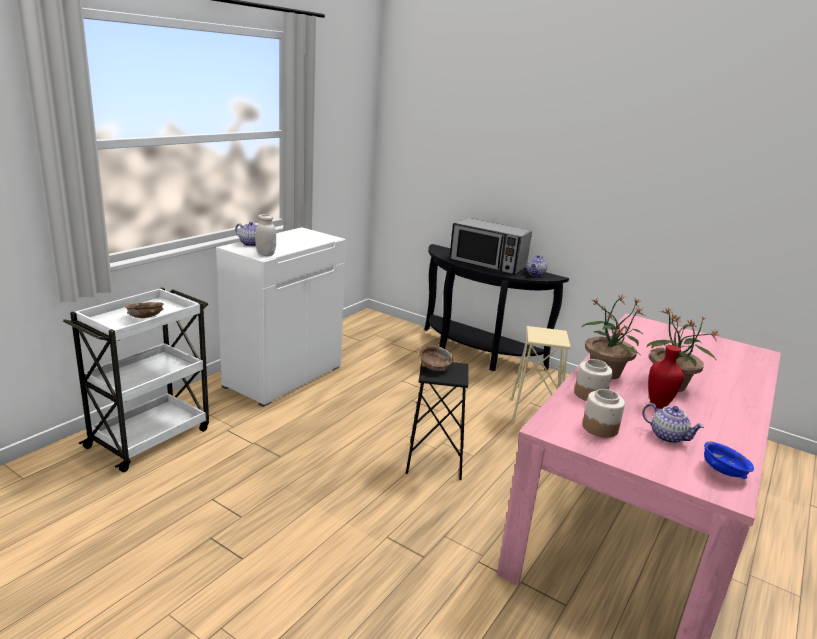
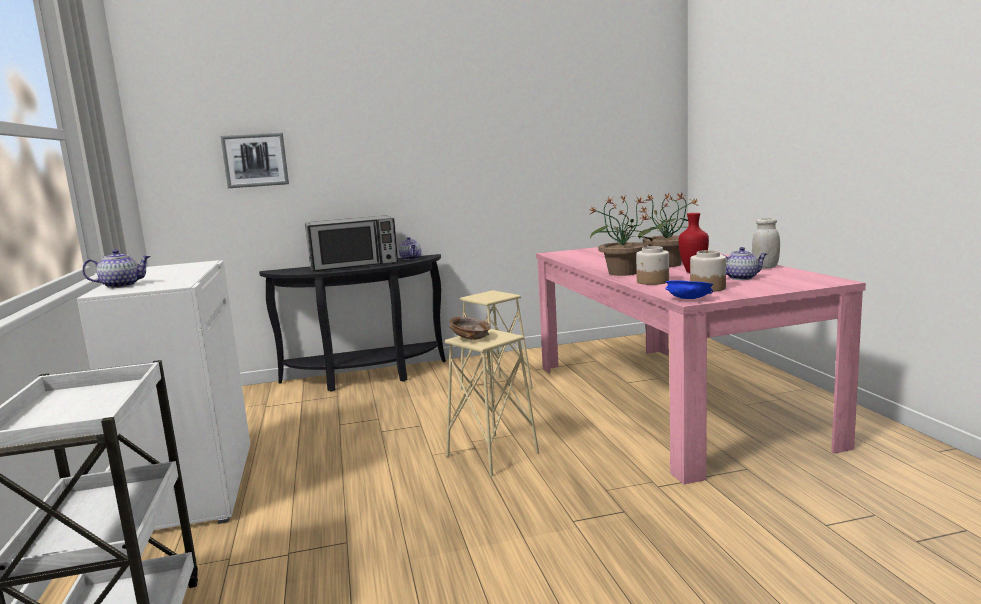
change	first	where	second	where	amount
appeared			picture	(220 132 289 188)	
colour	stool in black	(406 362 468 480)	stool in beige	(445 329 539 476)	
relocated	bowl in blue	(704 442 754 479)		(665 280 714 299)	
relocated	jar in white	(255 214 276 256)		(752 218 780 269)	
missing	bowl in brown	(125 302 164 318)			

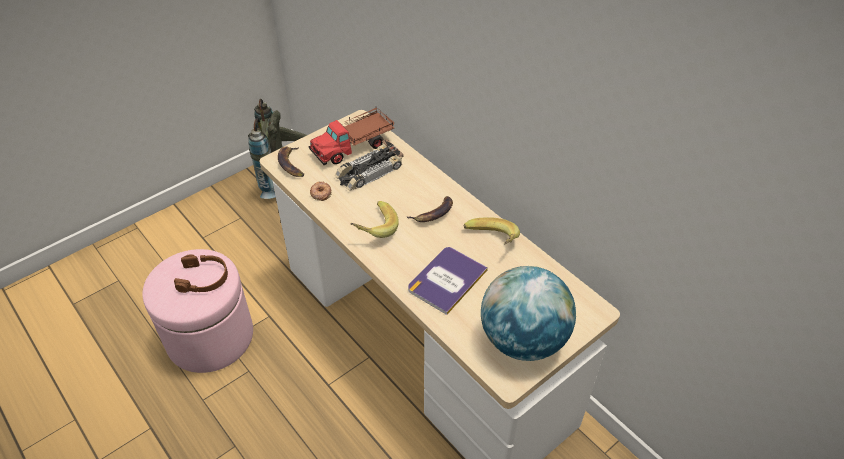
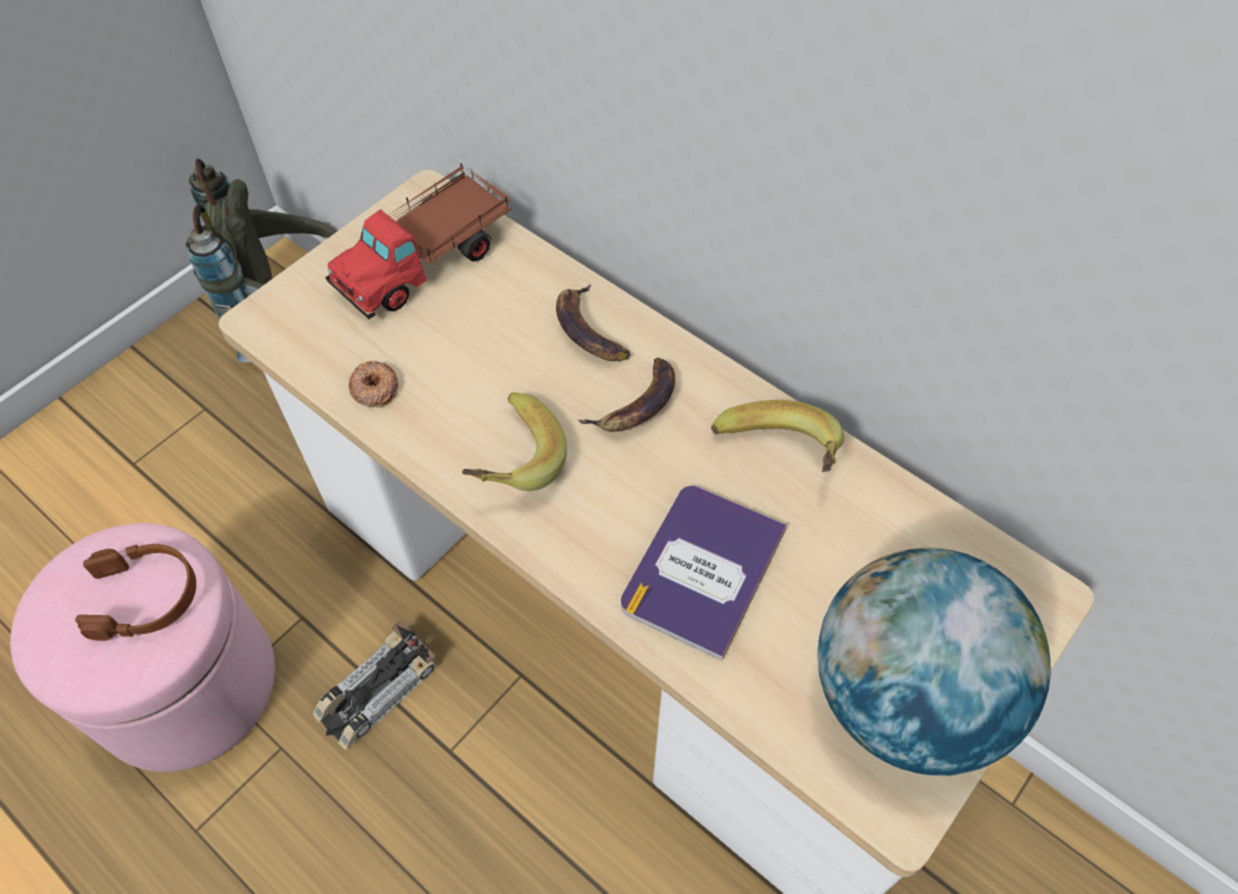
change	first	where	second	where	amount
relocated	toy car	(334 139 403 191)		(313 621 436 750)	
relocated	banana	(278 146 304 177)		(556 285 631 361)	

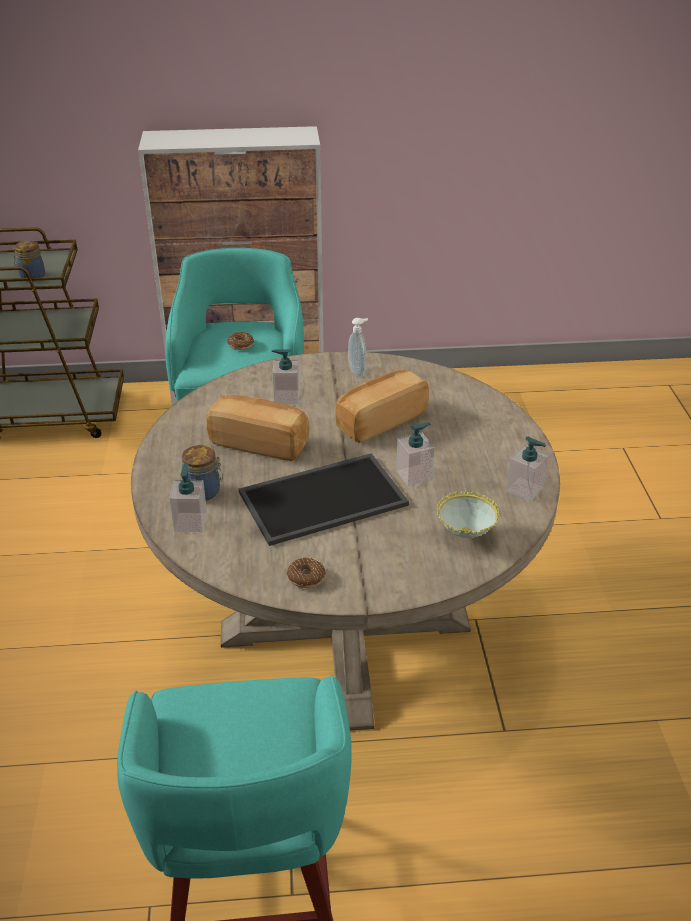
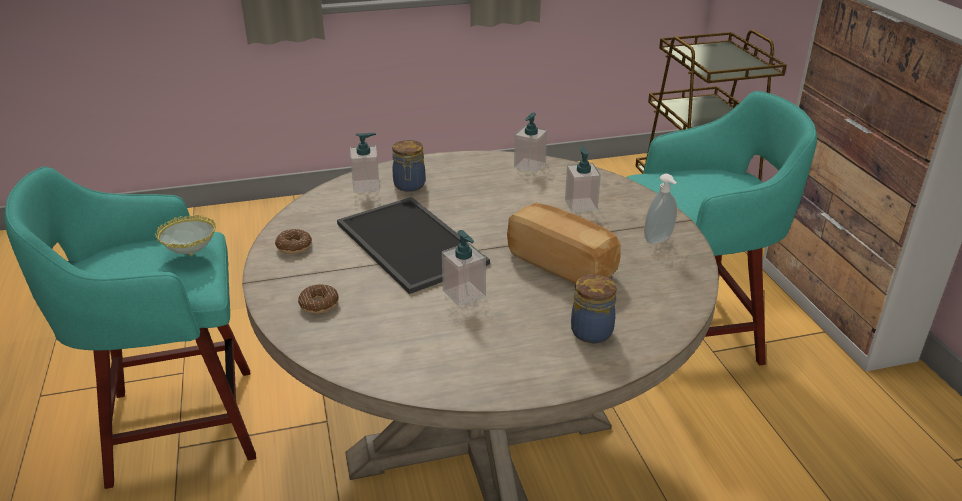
change	first	where	second	where	amount
relocated	bowl	(437 491 500 538)		(155 215 216 256)	
relocated	donut	(228 332 254 350)		(298 284 339 314)	
relocated	soap dispenser	(506 437 549 501)		(514 113 547 172)	
relocated	jar	(12 241 45 278)		(571 275 617 343)	
missing	bread	(206 395 310 461)			

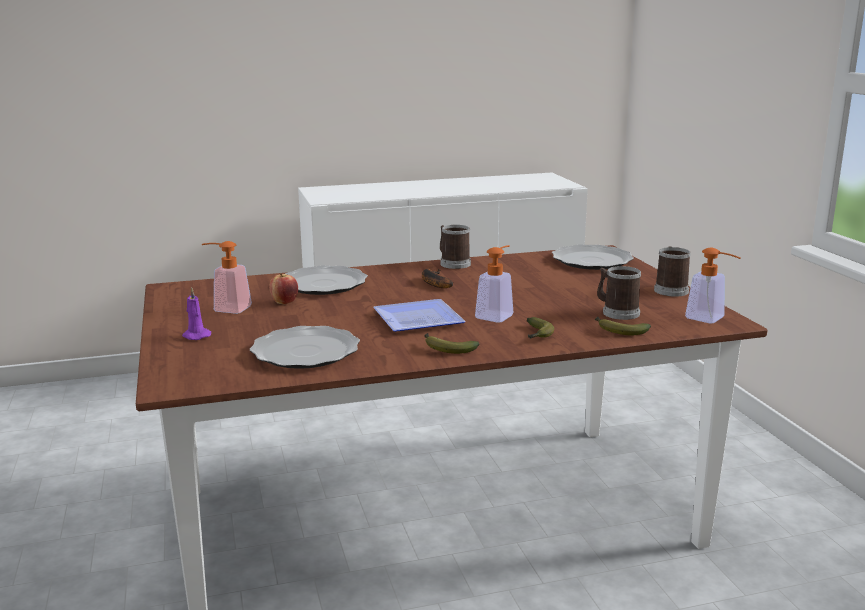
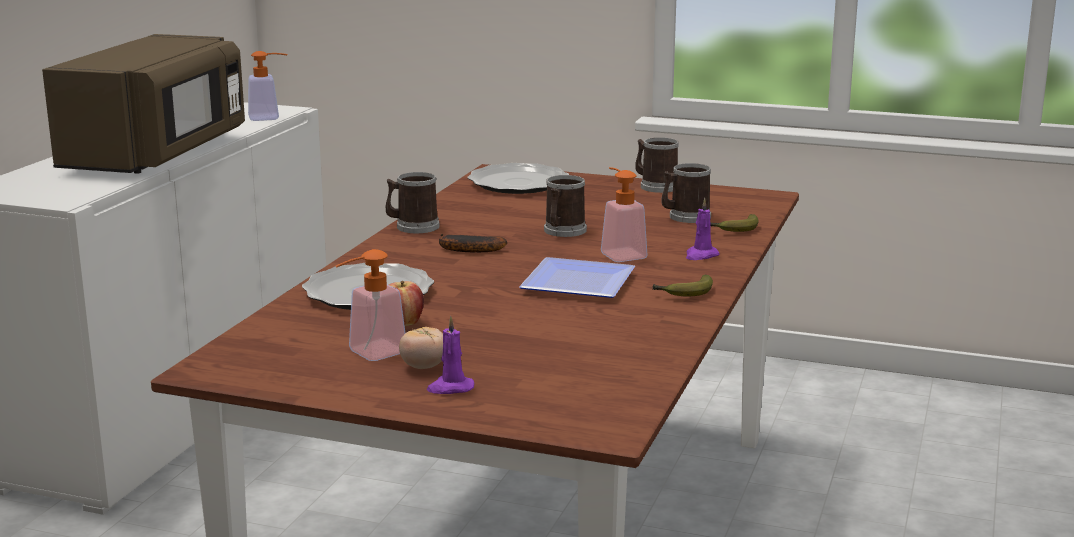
change	first	where	second	where	amount
appeared			microwave in brown	(42 34 245 174)	
relocated	soap dispenser	(685 248 741 324)		(248 51 288 121)	
appeared			tomato	(399 327 443 369)	
appeared			mug	(544 175 587 237)	
exchanged	banana	(527 317 554 339)	candle in purple	(686 198 719 260)	
missing	plate	(250 326 360 369)			

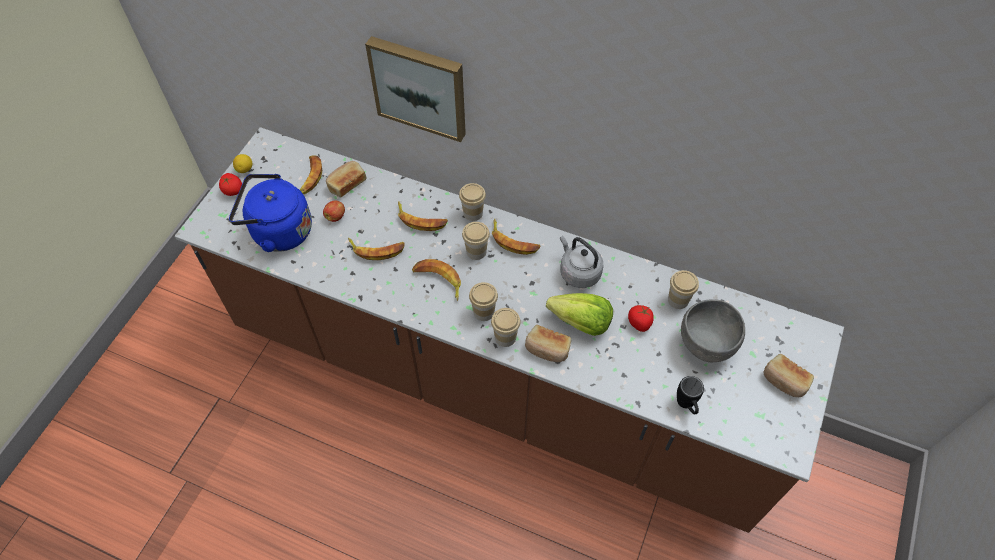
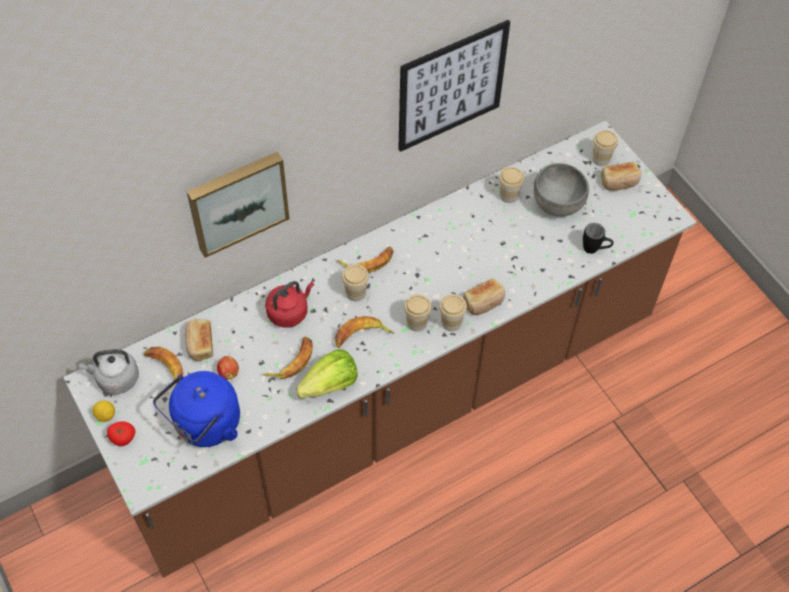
change	first	where	second	where	amount
relocated	kettle in grey	(560 236 603 288)		(79 349 139 394)	
exchanged	banana	(398 201 448 231)	kettle in red	(265 281 314 328)	
relocated	lettuce	(546 293 613 336)		(296 349 358 398)	
appeared			picture	(398 20 510 152)	
relocated	cup	(459 183 486 221)		(592 130 618 166)	
missing	tomato	(628 305 654 332)			

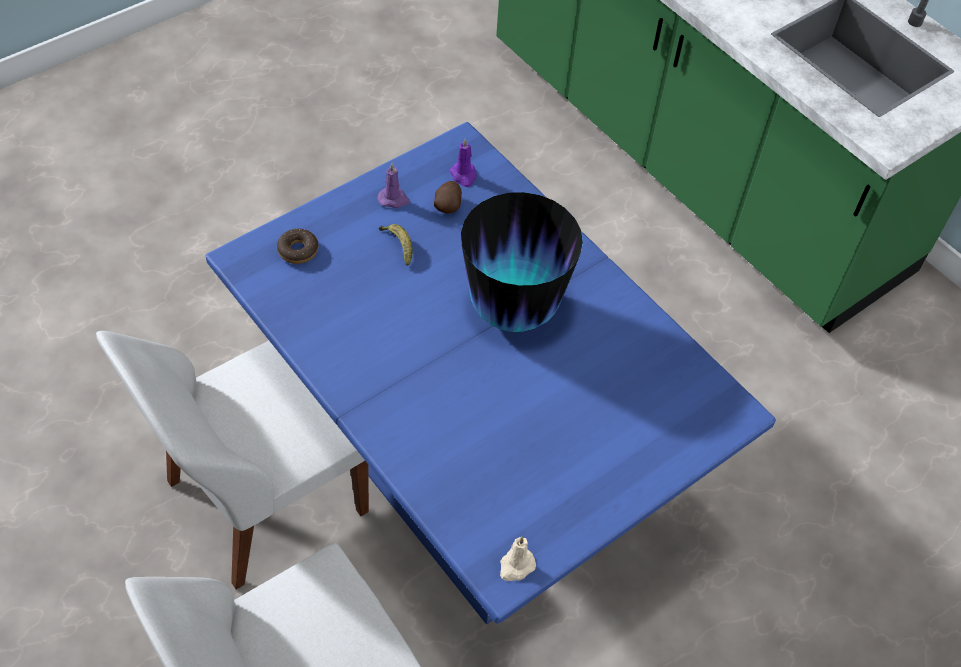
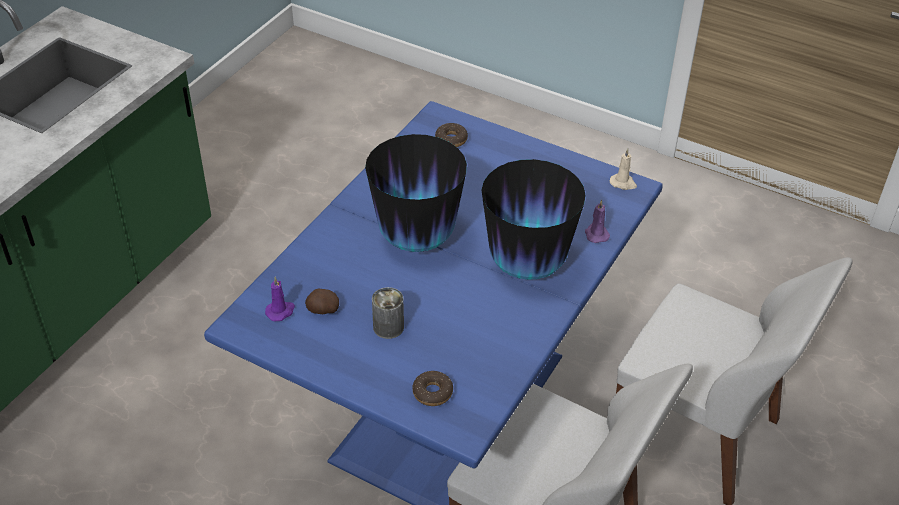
change	first	where	second	where	amount
exchanged	banana	(379 224 413 266)	can	(372 287 404 339)	
appeared			donut	(435 123 468 147)	
appeared			vase	(482 159 586 280)	
relocated	candle in purple	(378 163 410 208)		(585 200 610 243)	

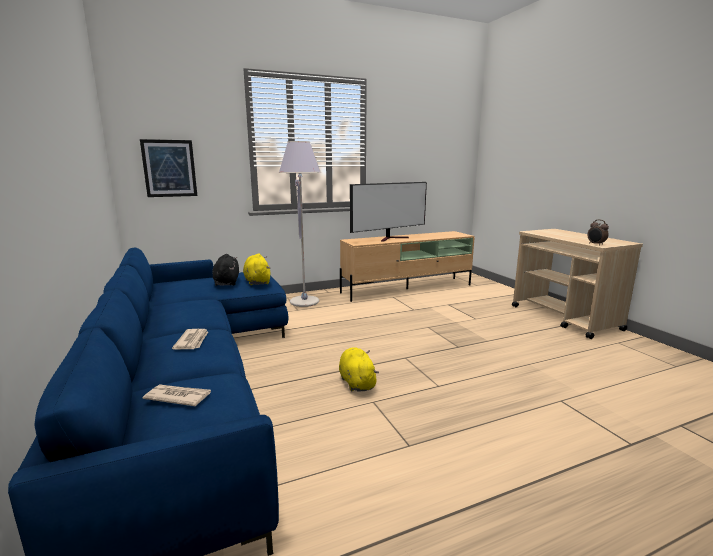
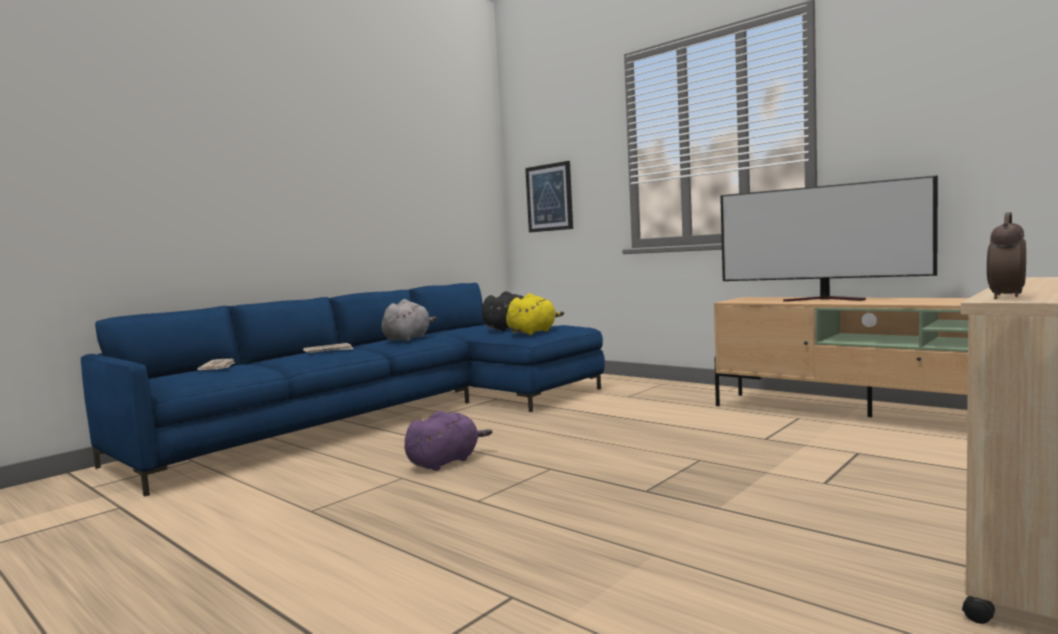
change	first	where	second	where	amount
appeared			plush toy in grey	(382 299 437 341)	
colour	plush toy in yellow	(339 347 379 392)	plush toy in purple	(404 411 492 471)	
missing	floor lamp in grey	(279 141 321 307)			

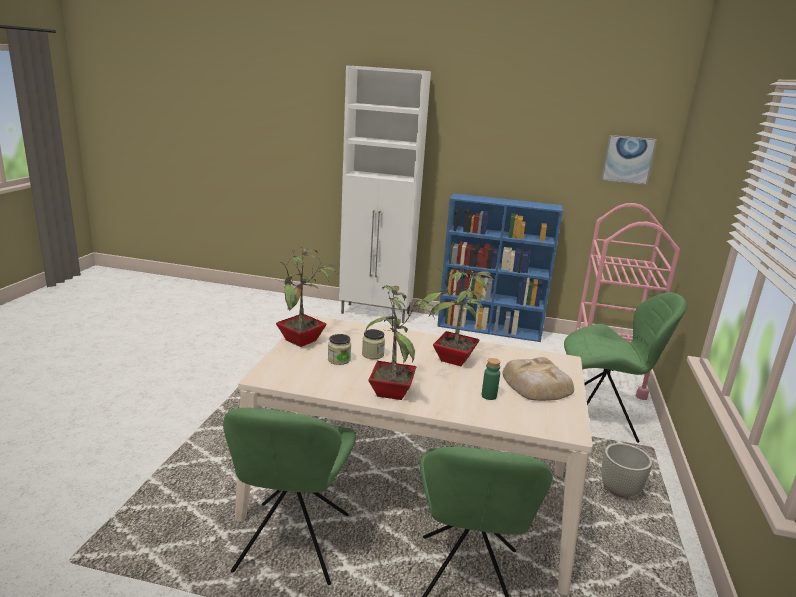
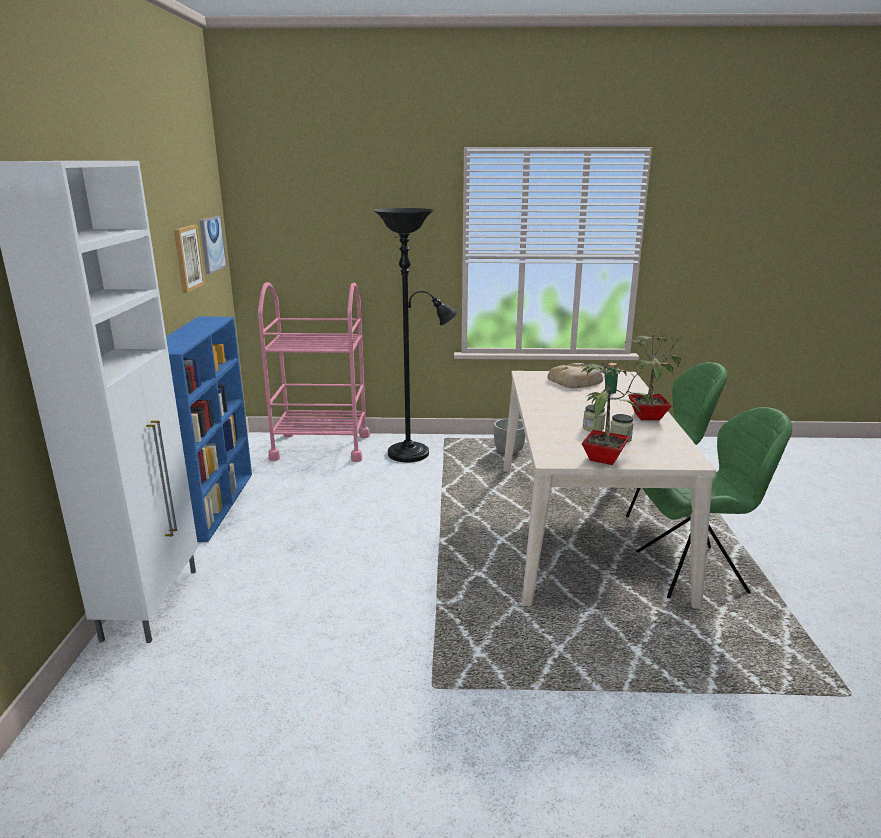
change	first	where	second	where	amount
appeared			picture	(174 225 205 293)	
exchanged	chair in green	(564 292 687 443)	floor lamp in black	(373 208 458 462)	
missing	potted plant	(418 265 494 366)			

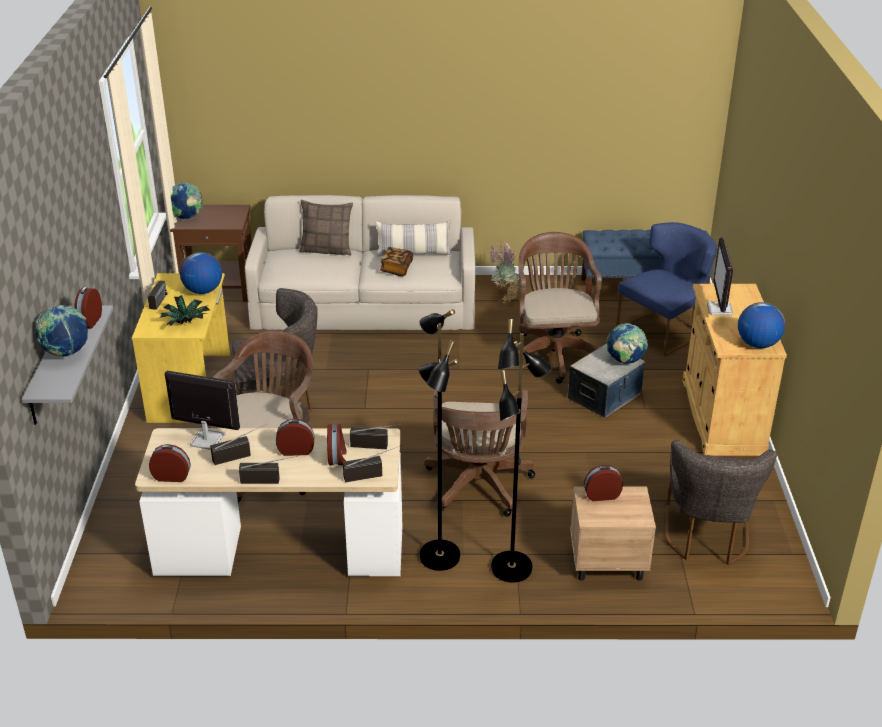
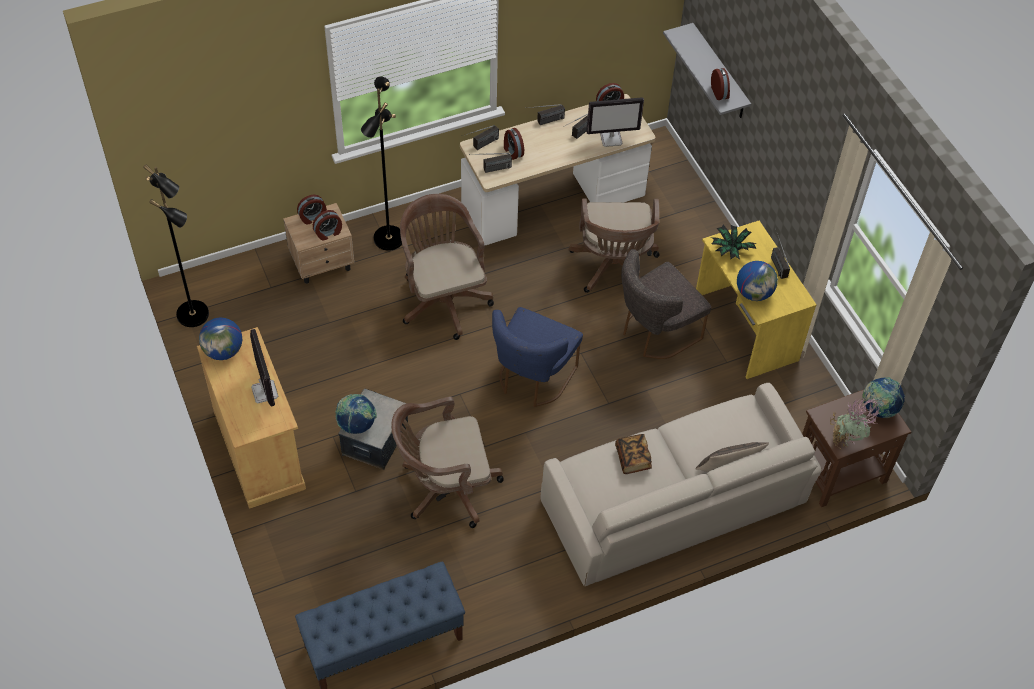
change	first	where	second	where	amount
relocated	floor lamp in black	(419 309 460 571)		(143 164 209 327)	
relocated	alarm clock	(276 419 314 456)		(297 195 327 225)	
spun	office chair in brown	(518 232 602 383)		(391 397 504 528)	105 degrees clockwise
relocated	chair in blue	(616 222 717 356)		(492 307 583 407)	
relocated	potted plant	(490 241 519 304)		(830 398 881 449)	
missing	globe	(35 305 88 357)			
missing	pillow	(376 221 451 257)			
missing	chair in grey	(665 440 777 565)			

